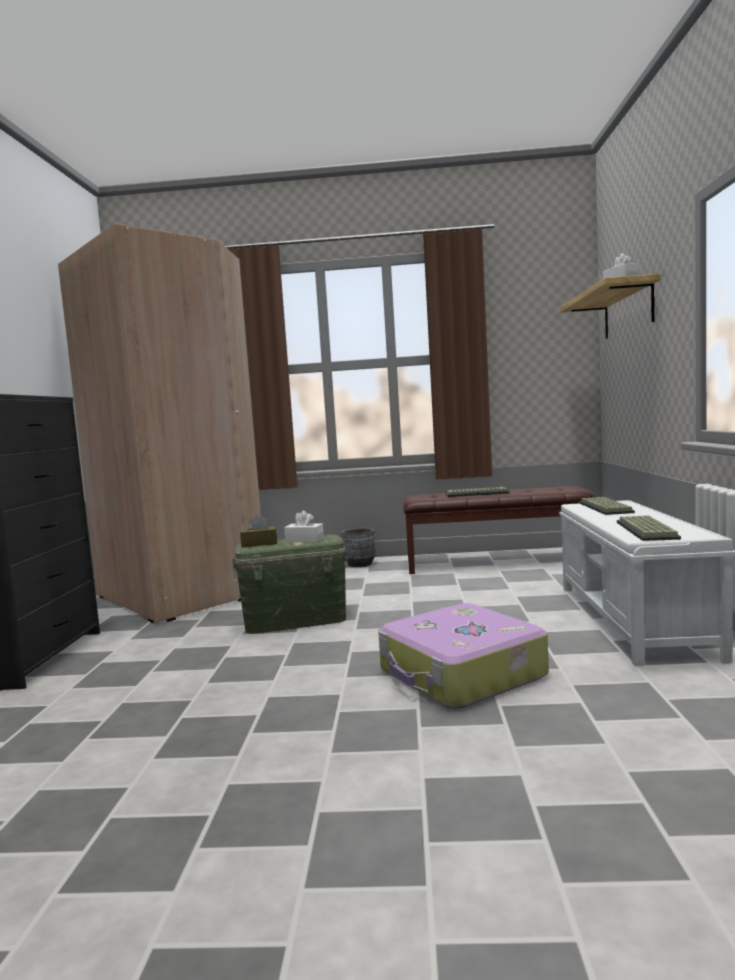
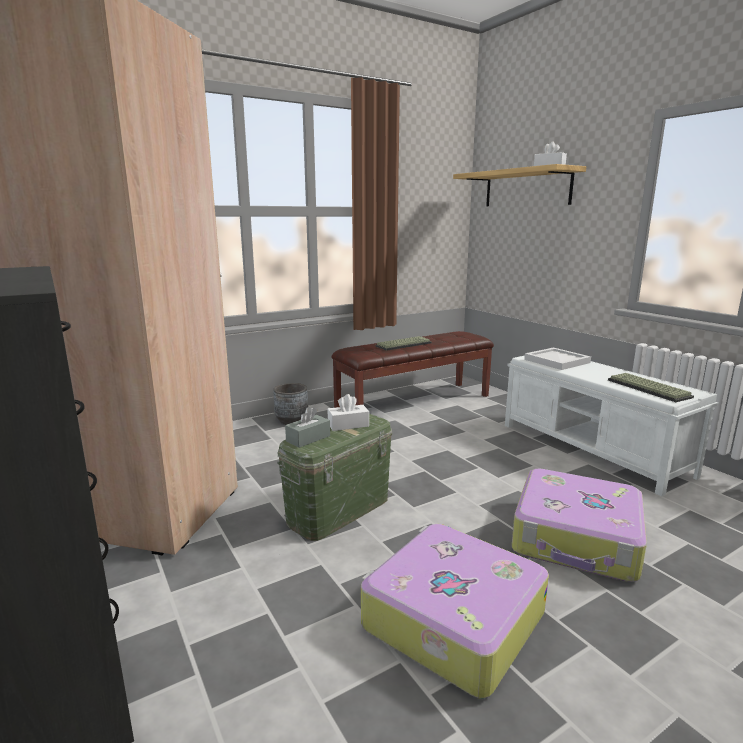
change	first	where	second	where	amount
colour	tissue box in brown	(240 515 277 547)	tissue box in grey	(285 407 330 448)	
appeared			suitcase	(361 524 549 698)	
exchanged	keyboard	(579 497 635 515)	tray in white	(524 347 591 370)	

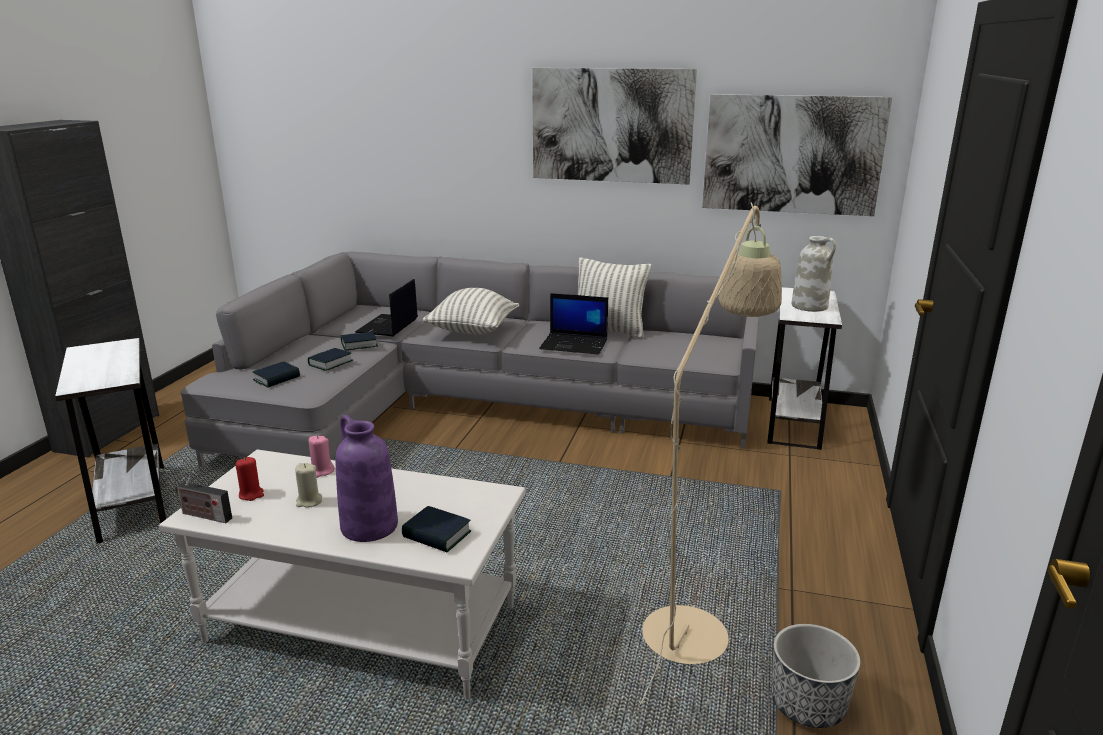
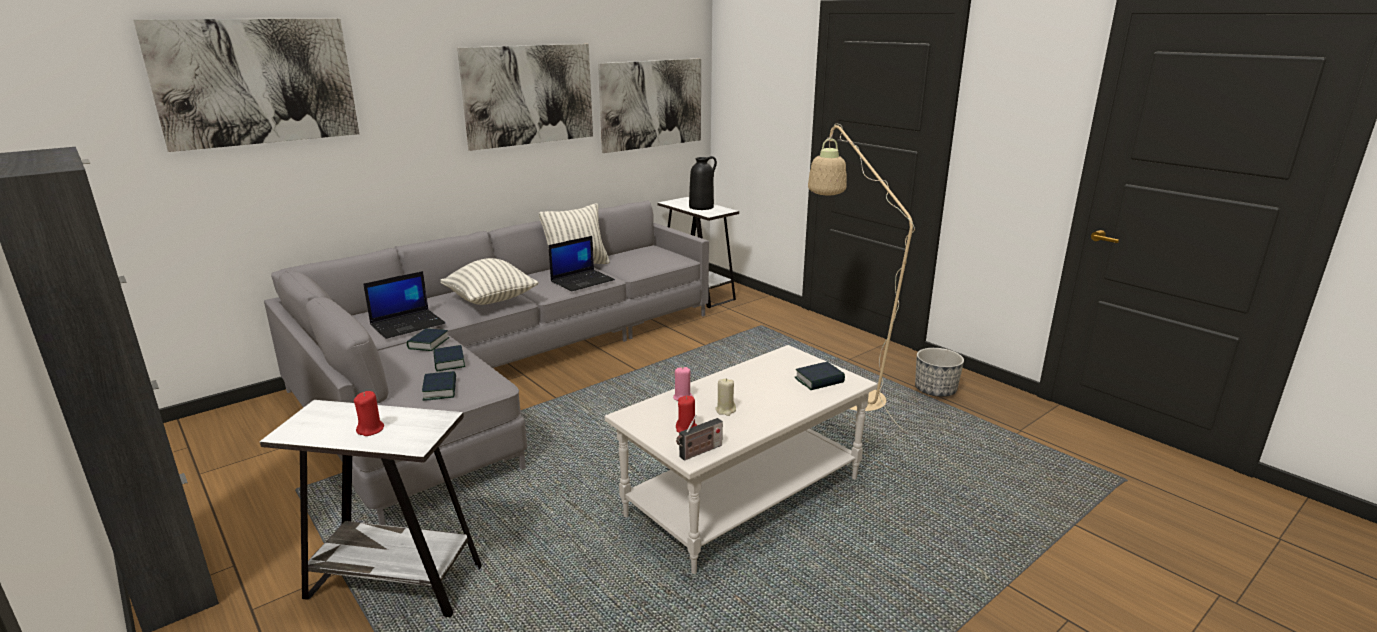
change	first	where	second	where	amount
appeared			picture	(133 19 359 152)	
appeared			candle in red	(354 391 384 436)	
spun	laptop	(355 279 418 336)		(363 271 445 339)	90 degrees counterclockwise
colour	vase in white	(792 236 836 312)	vase in black	(689 156 717 210)	
missing	vase in purple	(335 415 398 542)			

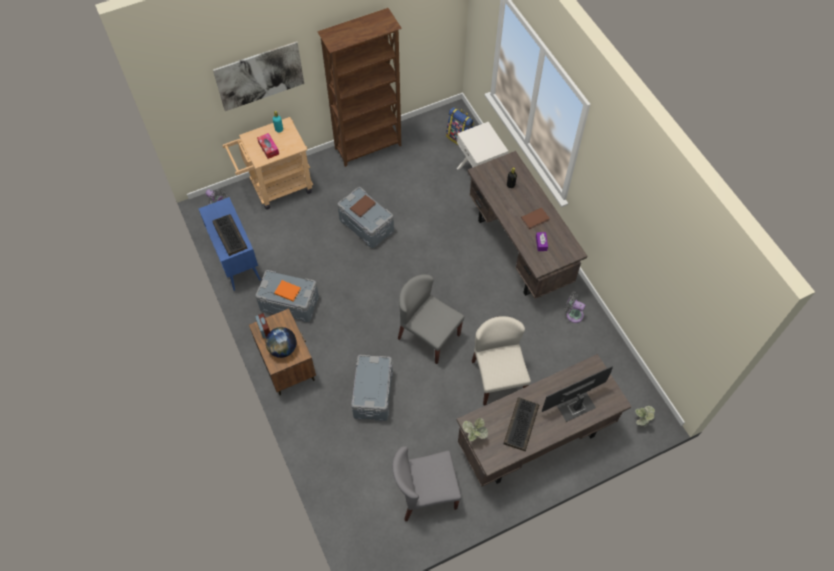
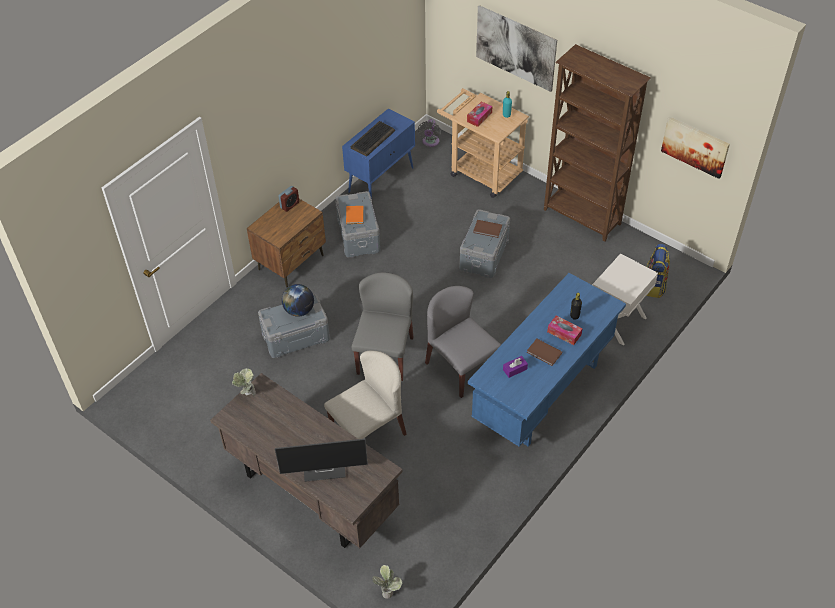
change	first	where	second	where	amount
spun	monitor	(542 366 613 422)		(275 439 368 482)	135 degrees clockwise
relocated	globe	(266 327 297 358)		(282 284 314 317)	
relocated	chair in grey	(392 446 461 521)		(425 286 501 398)	
colour	desk in brown	(467 151 587 299)	desk in blue	(468 273 626 447)	
appeared			tissue box	(547 316 583 345)	
appeared			picture	(661 117 730 179)	
missing	keyboard	(504 397 539 451)			
missing	fan in grey	(564 291 586 323)			

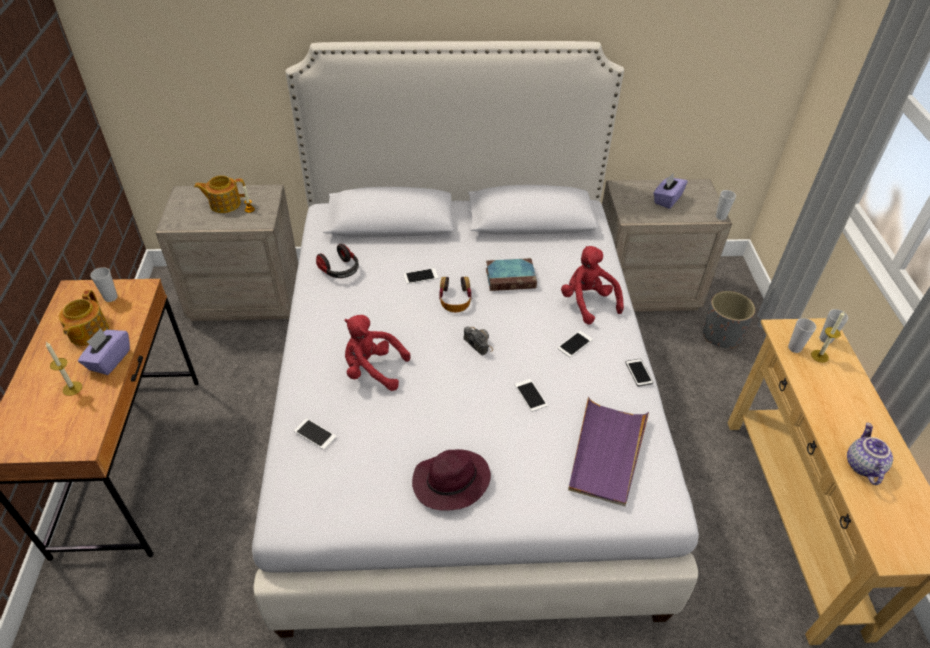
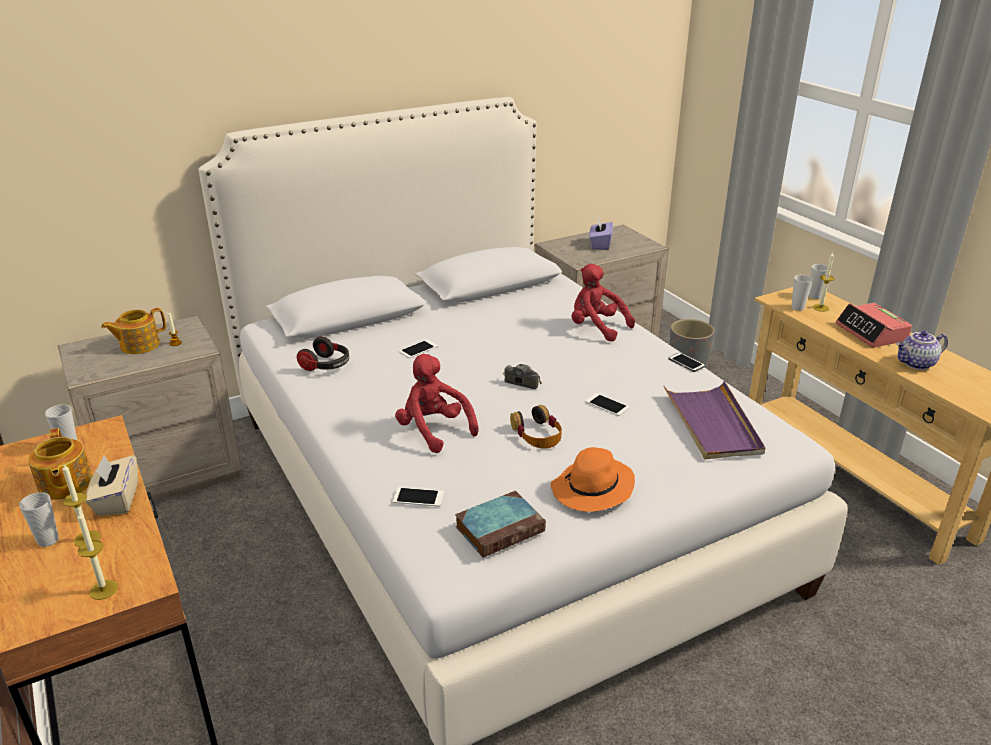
change	first	where	second	where	amount
relocated	cup	(716 190 736 220)		(19 492 59 547)	
appeared			candle	(77 512 118 600)	
colour	tissue box in purple	(78 328 130 375)	tissue box in beige	(85 455 138 516)	
spun	plush toy in red	(344 315 411 391)		(395 354 479 453)	60 degrees clockwise
relocated	book	(486 258 537 291)		(455 491 546 558)	
relocated	headphones	(439 277 472 313)		(510 405 562 449)	
colour	hat in purple	(412 449 491 511)	hat in orange	(551 447 635 512)	
appeared			alarm clock	(836 303 912 348)	
spun	teapot	(847 423 893 485)		(896 331 948 370)	90 degrees counterclockwise
missing	phone	(557 331 593 358)			

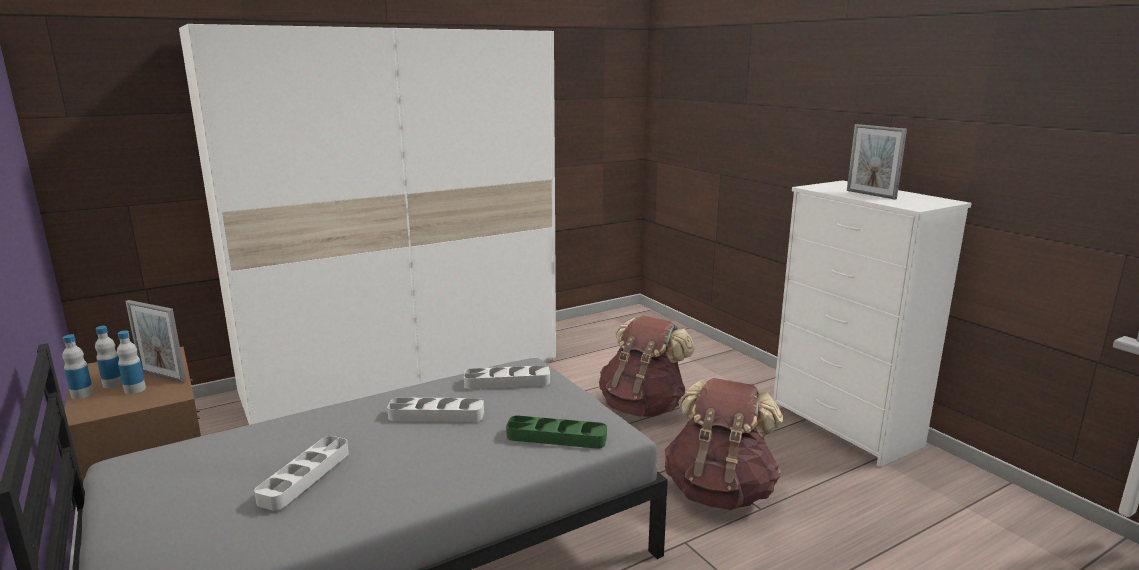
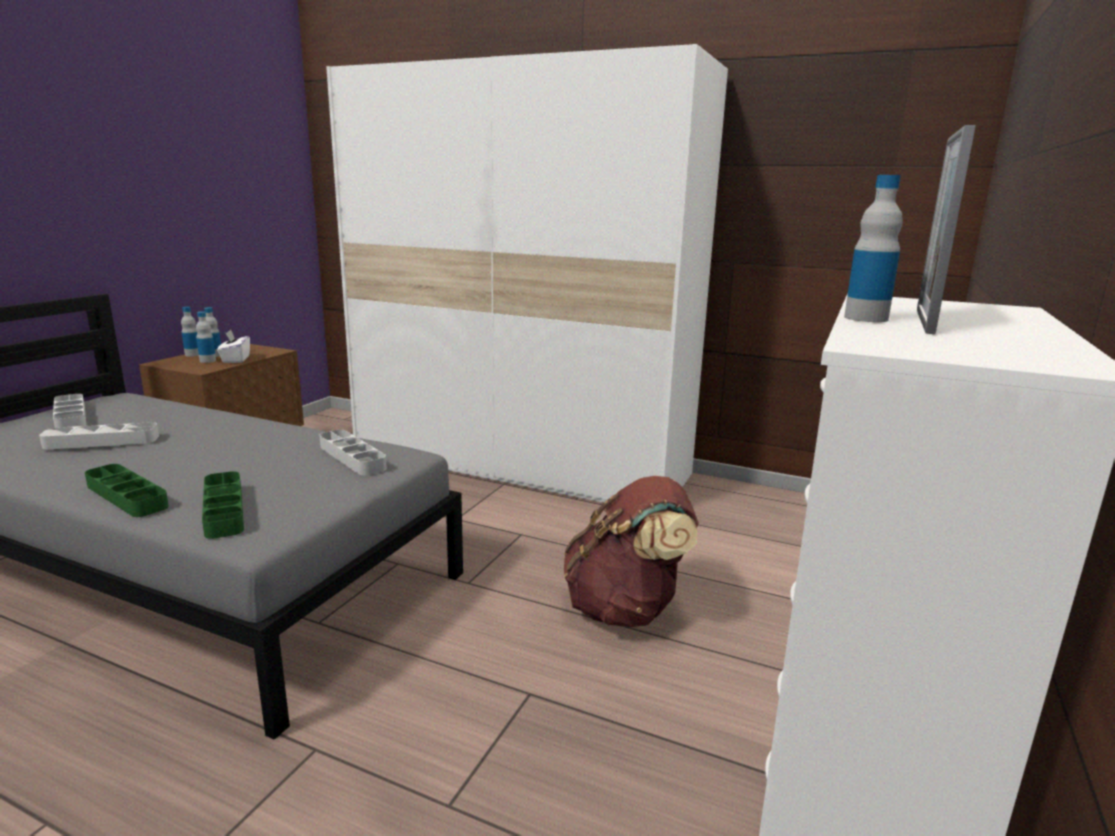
change	first	where	second	where	amount
relocated	tray in grey	(387 397 484 422)		(53 394 86 427)	
appeared			tray in green	(85 464 169 517)	
exchanged	picture frame	(125 300 186 383)	tissue box in white	(217 330 250 363)	
appeared			bottle	(844 175 903 322)	
missing	backpack in brown	(665 378 783 510)			

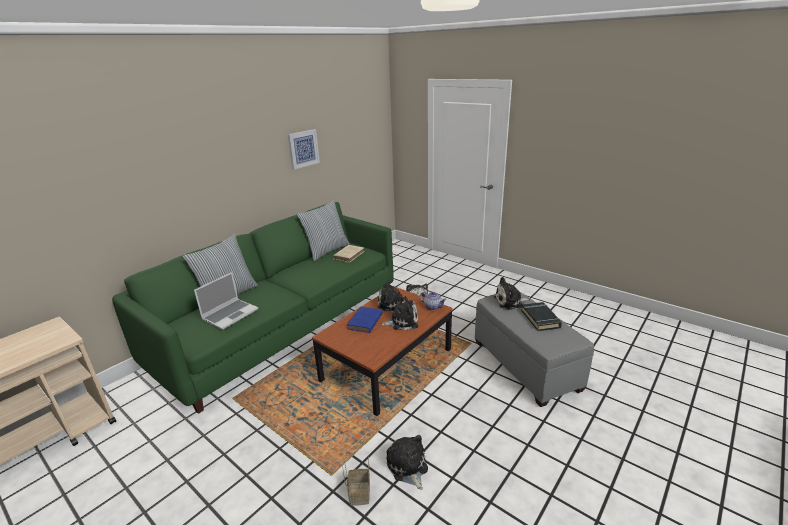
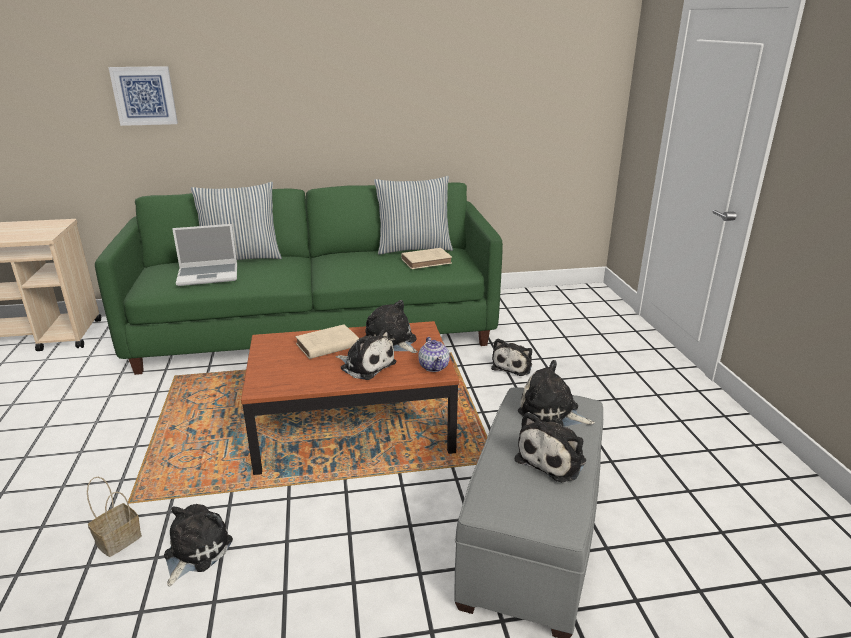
change	first	where	second	where	amount
relocated	picture	(288 129 320 169)		(108 66 178 126)	
colour	book in blue	(347 307 382 333)	book in beige	(295 324 359 359)	
exchanged	book in black	(521 302 562 331)	plush toy	(515 412 586 482)	

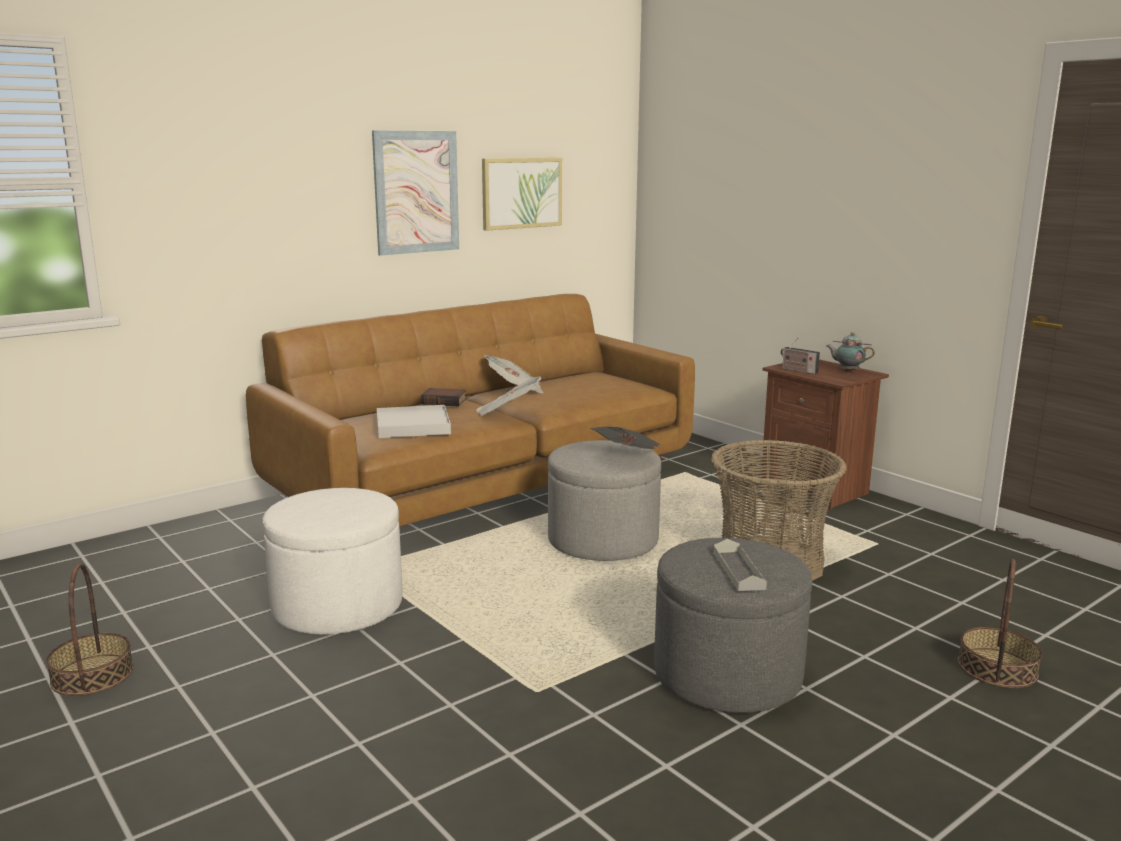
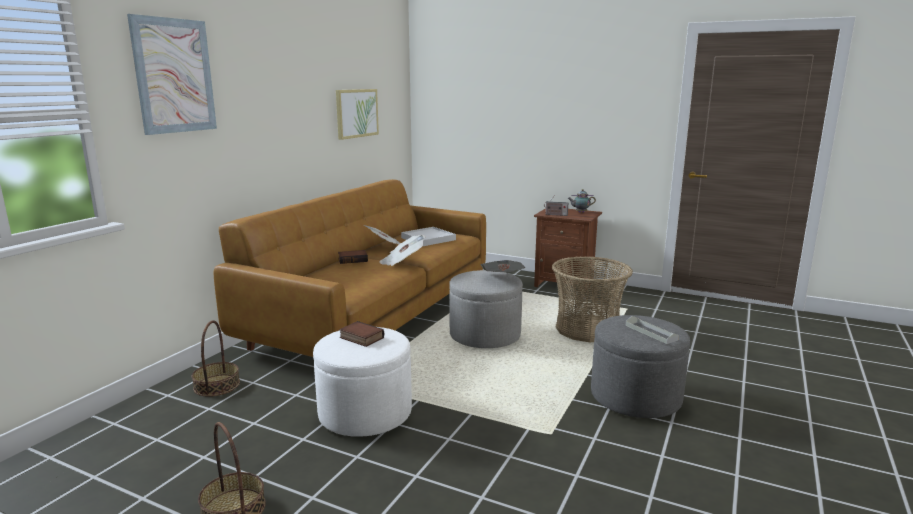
change	first	where	second	where	amount
relocated	picture	(372 131 459 256)		(127 14 217 135)	
relocated	basket	(958 559 1042 688)		(192 320 240 396)	
appeared			book	(339 321 384 347)	
relocated	tray in white	(377 405 451 438)		(401 227 456 246)	

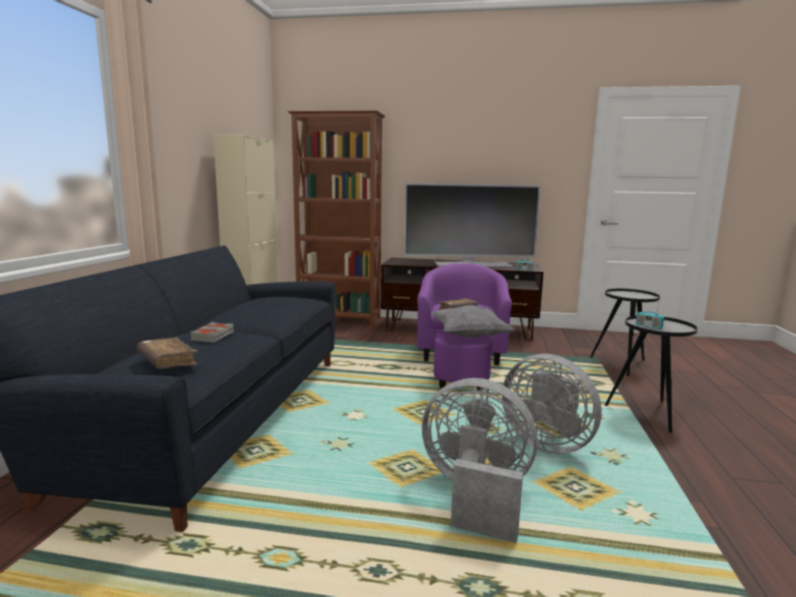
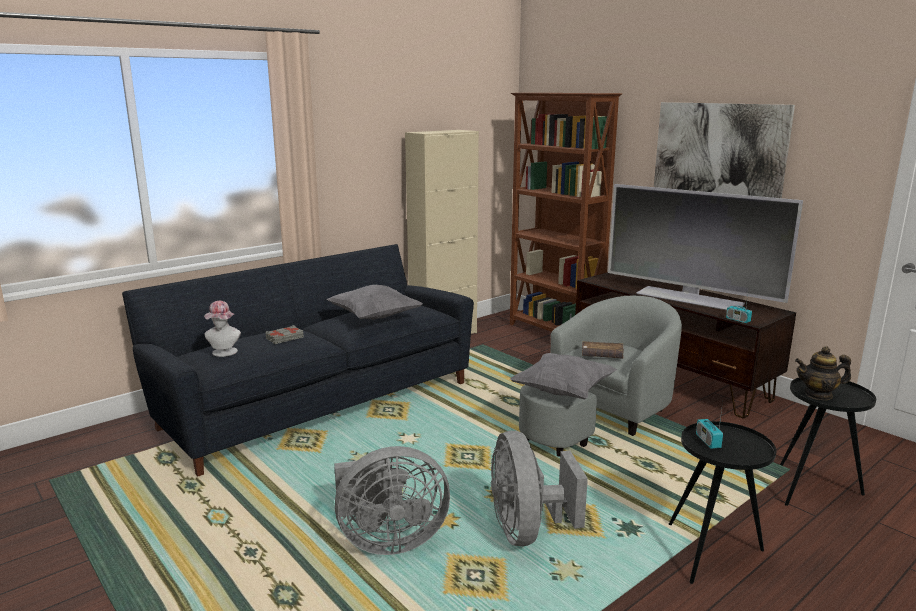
change	first	where	second	where	amount
exchanged	book in brown	(137 337 198 369)	hat	(204 301 241 357)	
appeared			pillow in grey	(326 285 422 320)	
spun	fan in grey	(422 378 538 543)		(334 446 450 555)	105 degrees clockwise
colour	armchair in purple	(417 263 512 390)	armchair in grey	(519 296 682 457)	
appeared			picture	(654 102 795 198)	
appeared			teapot	(795 346 851 400)	

